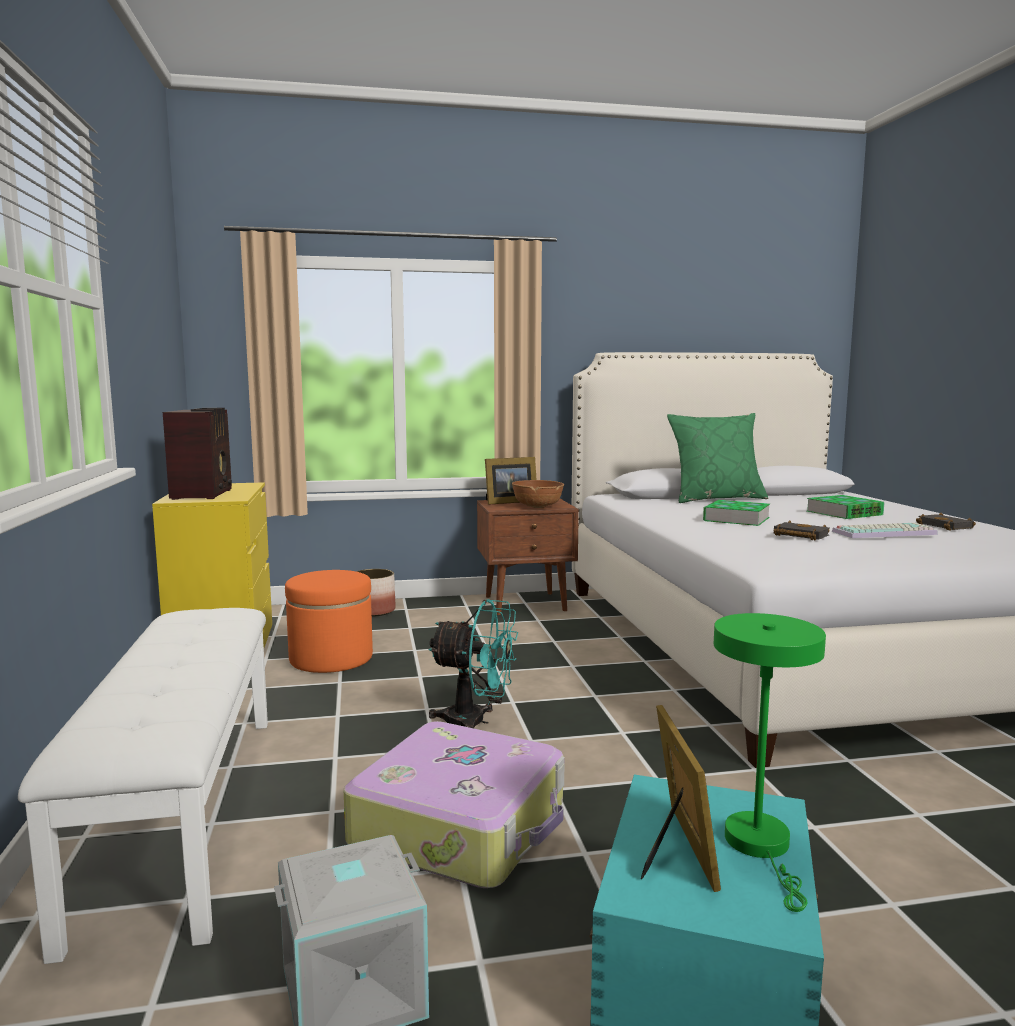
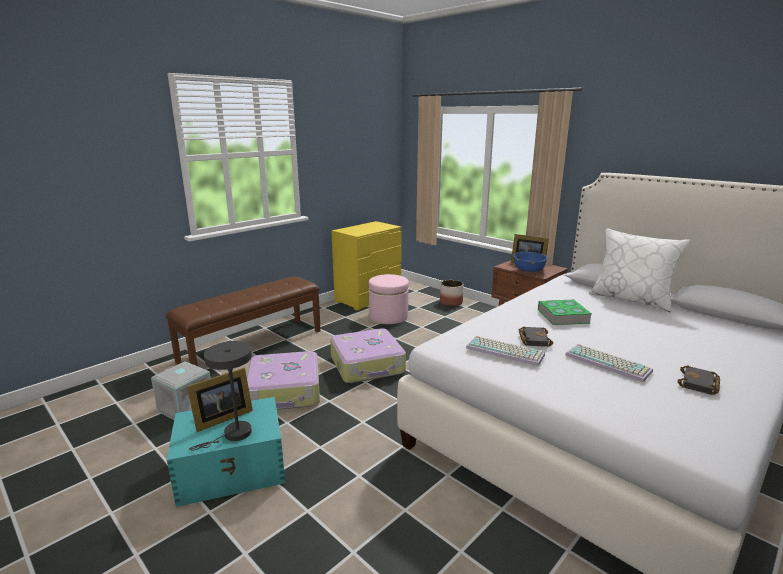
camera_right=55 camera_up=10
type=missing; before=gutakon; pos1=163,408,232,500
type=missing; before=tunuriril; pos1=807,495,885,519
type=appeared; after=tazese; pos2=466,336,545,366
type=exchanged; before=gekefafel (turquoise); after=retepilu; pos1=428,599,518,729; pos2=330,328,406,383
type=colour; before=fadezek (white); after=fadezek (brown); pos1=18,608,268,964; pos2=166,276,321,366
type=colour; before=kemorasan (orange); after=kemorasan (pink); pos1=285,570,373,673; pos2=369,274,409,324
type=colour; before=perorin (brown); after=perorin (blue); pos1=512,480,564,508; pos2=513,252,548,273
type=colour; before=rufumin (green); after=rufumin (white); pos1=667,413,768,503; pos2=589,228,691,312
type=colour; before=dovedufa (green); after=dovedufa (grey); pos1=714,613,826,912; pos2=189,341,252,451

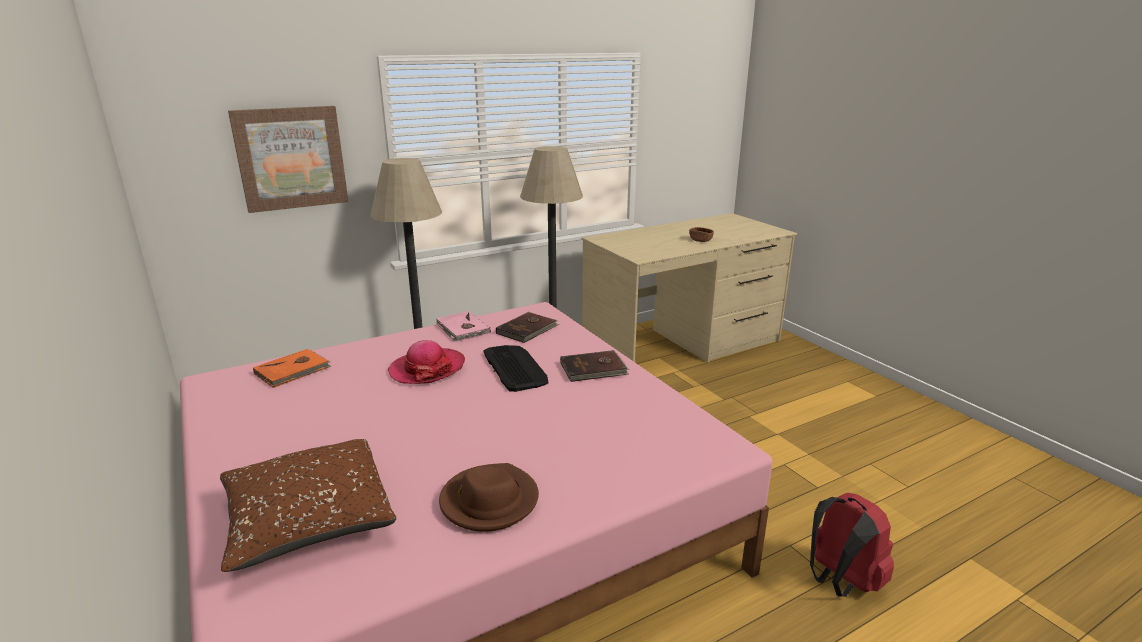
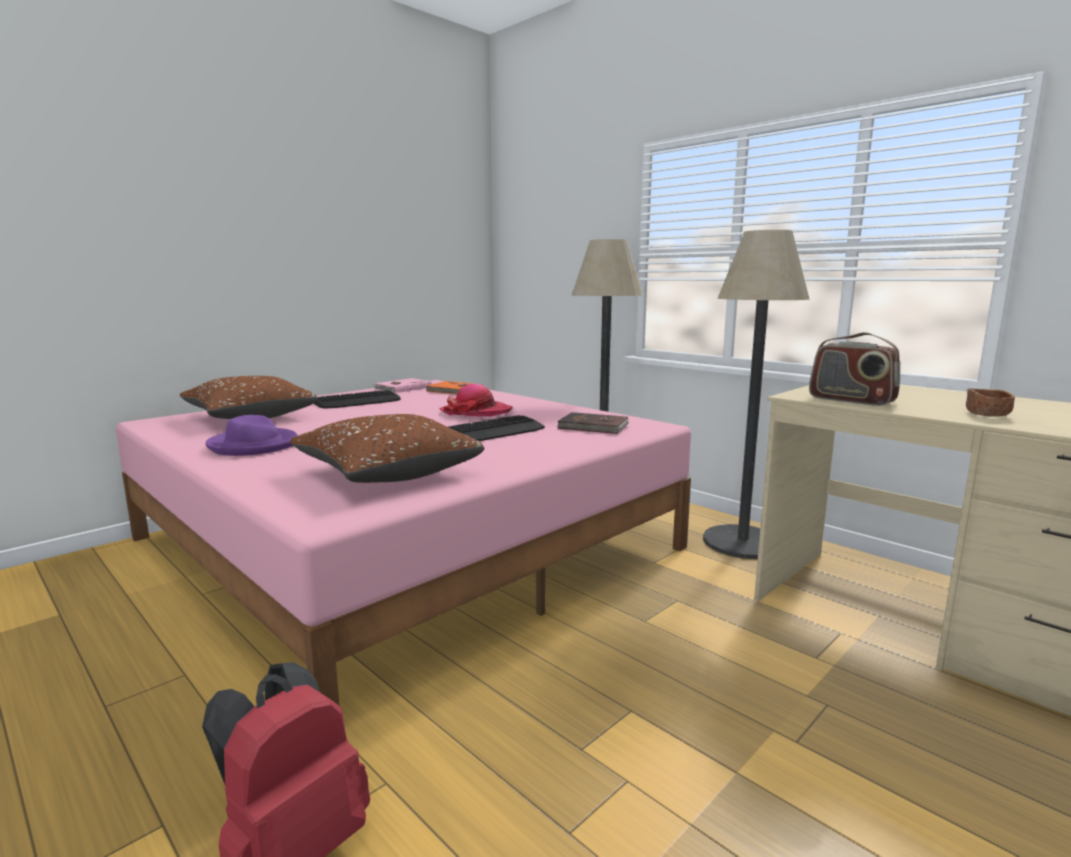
camera_right=75 camera_up=-10
type=missing; before=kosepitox; pos1=228,106,349,213
type=missing; before=tunuriril (brown); pos1=560,350,629,382
type=appeared; after=rufumin (brown); pos2=290,414,485,483
type=appeared; after=tazese; pos2=314,390,401,409
type=appeared; after=gutakon; pos2=809,332,900,406
type=relocated; before=tunuriril (pink); pos1=436,311,491,342; pos2=374,378,432,393
type=colour; before=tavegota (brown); after=tavegota (purple); pos1=439,463,539,532; pos2=205,415,298,456

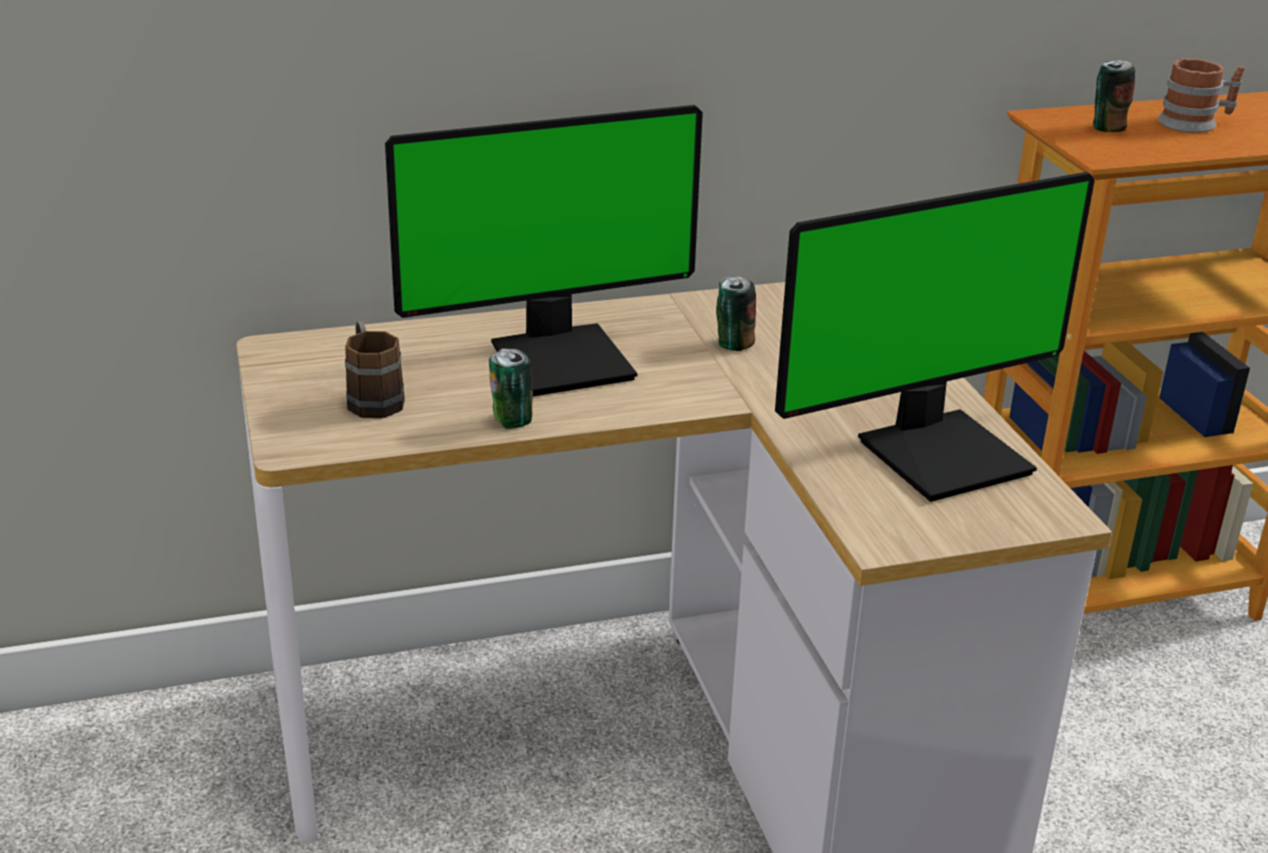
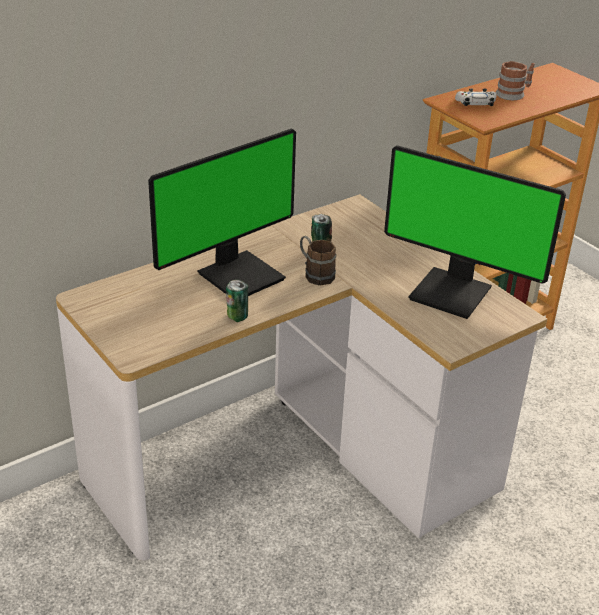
camera_right=-20 camera_up=5
type=relocated; before=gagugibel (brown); pos1=345,321,405,418; pos2=300,236,336,286
type=exchanged; before=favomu; after=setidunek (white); pos1=1093,60,1135,132; pos2=455,88,496,106
type=spun; before=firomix; pos1=775,172,1095,502; pos2=384,145,566,319; turn=75

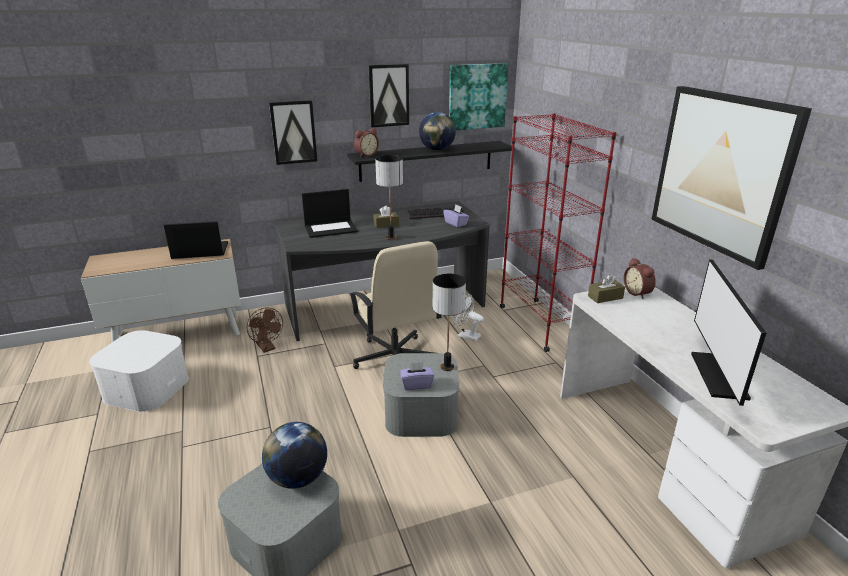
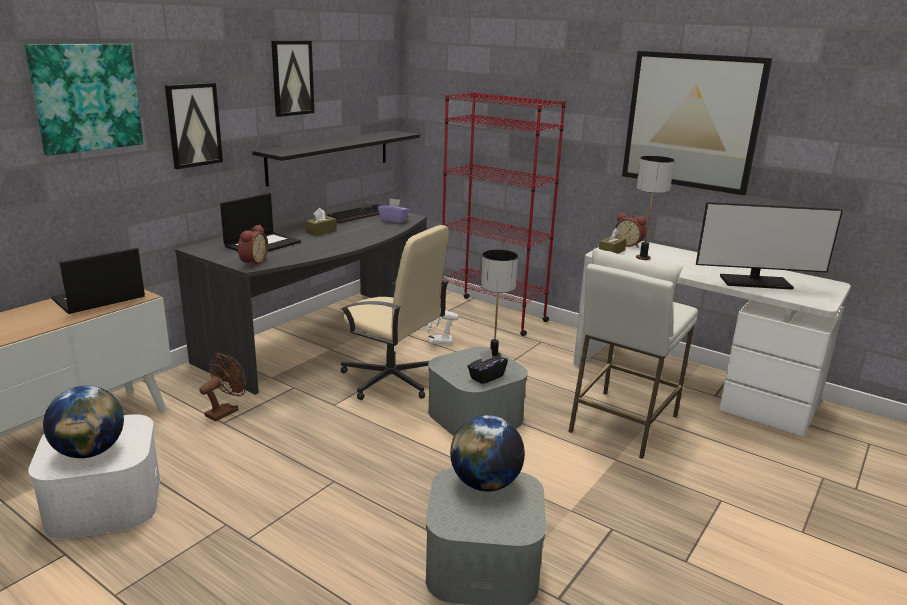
camera_right=-35 camera_up=-5
type=appeared; after=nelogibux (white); pos2=568,248,698,459
type=relocated; before=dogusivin; pos1=354,128,379,157; pos2=238,225,268,267
type=relocated; before=dovedufa; pos1=375,155,403,240; pos2=636,156,675,260
type=relocated; before=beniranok; pos1=419,112,456,151; pos2=43,385,124,458
type=relocated; before=kosepitox; pos1=449,63,509,130; pos2=25,44,144,156
type=colour; before=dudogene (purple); after=dudogene (black); pos1=400,362,434,390; pos2=467,349,508,384
type=spun; before=gekefafel (brown); pos1=247,308,283,353; pos2=199,353,246,421; turn=-75
type=spun; before=firomix; pos1=691,259,766,406; pos2=696,202,843,290; turn=-60

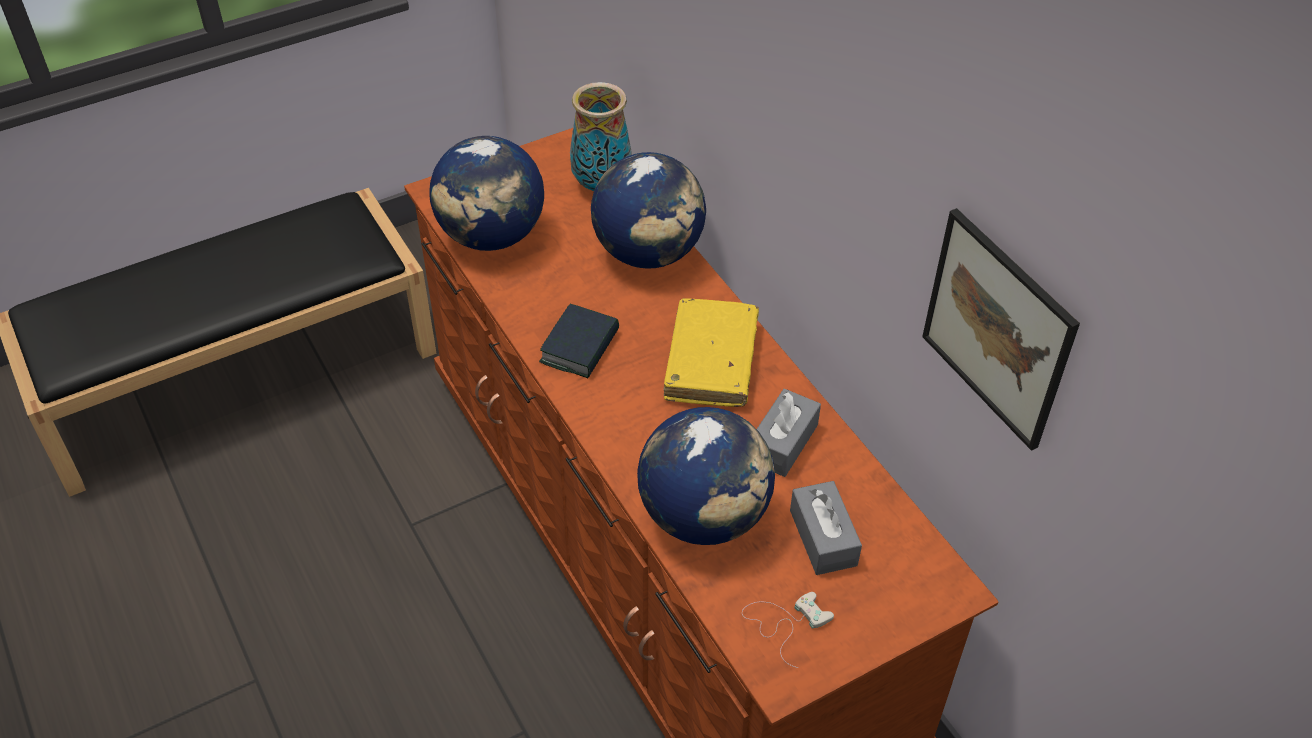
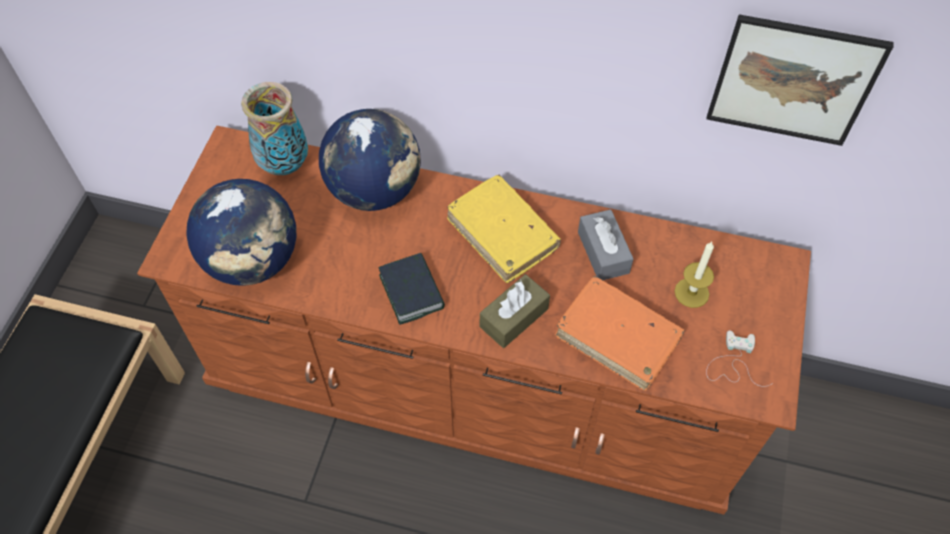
camera_right=-45 camera_up=10
type=appeared; after=dudogene (brown); pos2=480,274,550,348
type=exchanged; before=beniranok; after=tunuriril (orange); pos1=637,407,775,545; pos2=555,276,685,391
type=exchanged; before=dudogene (grey); after=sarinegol; pos1=790,481,862,575; pos2=674,242,714,308

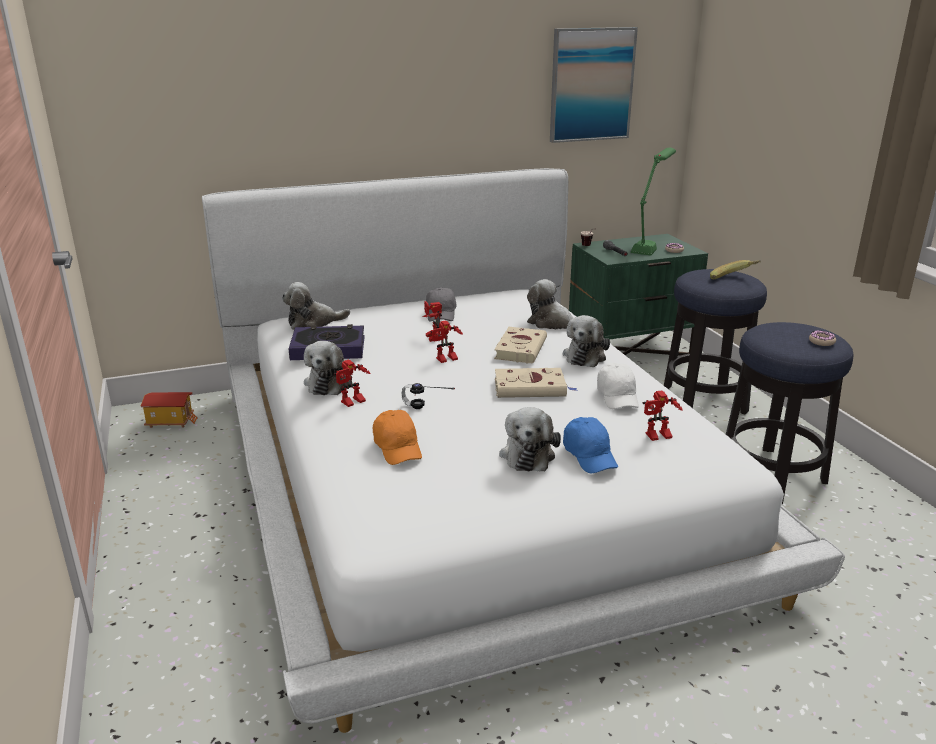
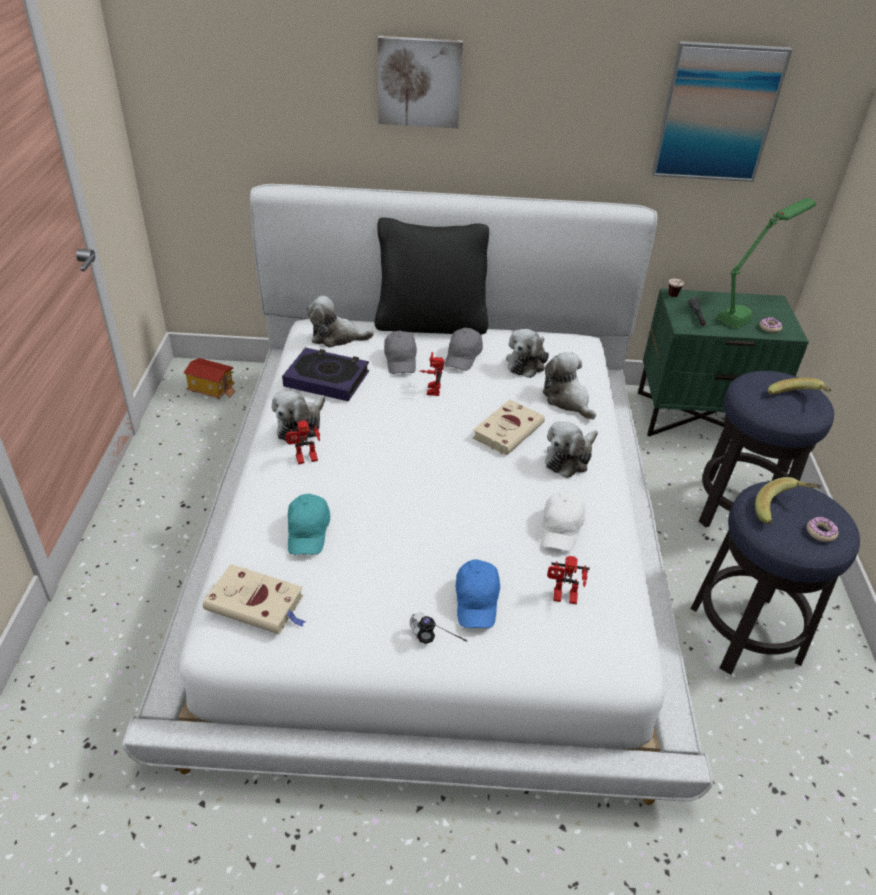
camera_right=20 camera_up=15
type=missing; before=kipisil; pos1=431,320,463,363
type=appeared; after=rufumin (black); pos2=375,217,489,334
type=appeared; after=kosepitox; pos2=378,36,463,128
type=appeared; after=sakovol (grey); pos2=384,331,417,374
type=appeared; after=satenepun; pos2=755,477,822,524
type=relocated; before=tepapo; pos1=401,383,455,409; pos2=410,612,468,644
type=relocated; before=tunuriril (beige); pos1=495,368,577,398; pos2=203,564,306,634
type=relocated; before=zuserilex; pos1=499,407,561,471; pos2=506,329,549,378
type=colour; before=sakovol (orange); after=sakovol (turquoise); pos1=373,410,422,465; pos2=288,494,330,555

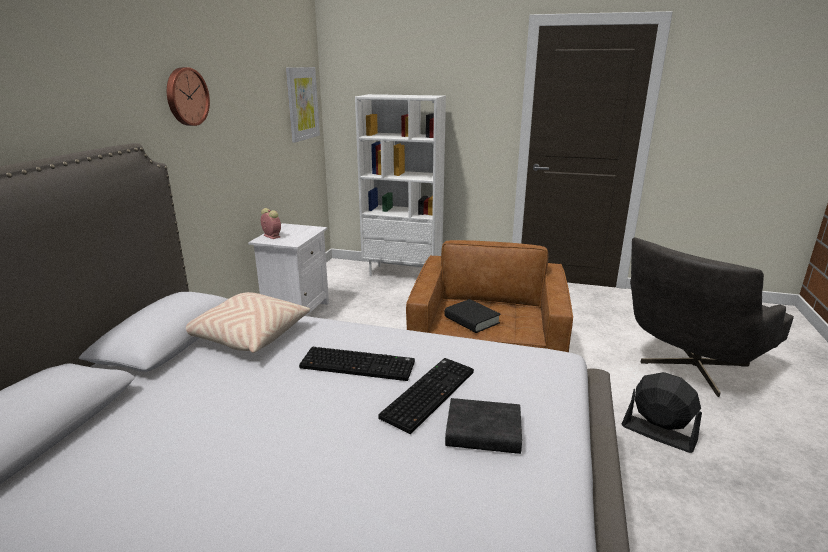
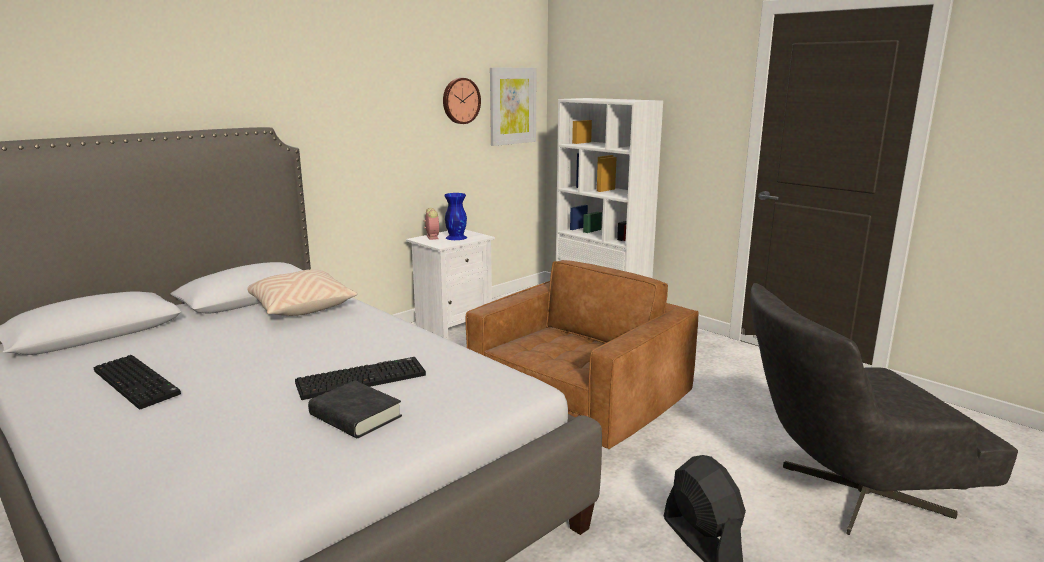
camera_right=30 camera_up=-5
type=missing; before=tunuriril (black); pos1=444,299,501,333
type=appeared; after=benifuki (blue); pos2=444,193,467,240
type=relocated; before=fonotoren; pos1=167,67,210,126; pos2=443,78,481,124
type=relocated; before=tazese; pos1=299,347,415,381; pos2=93,355,181,410

